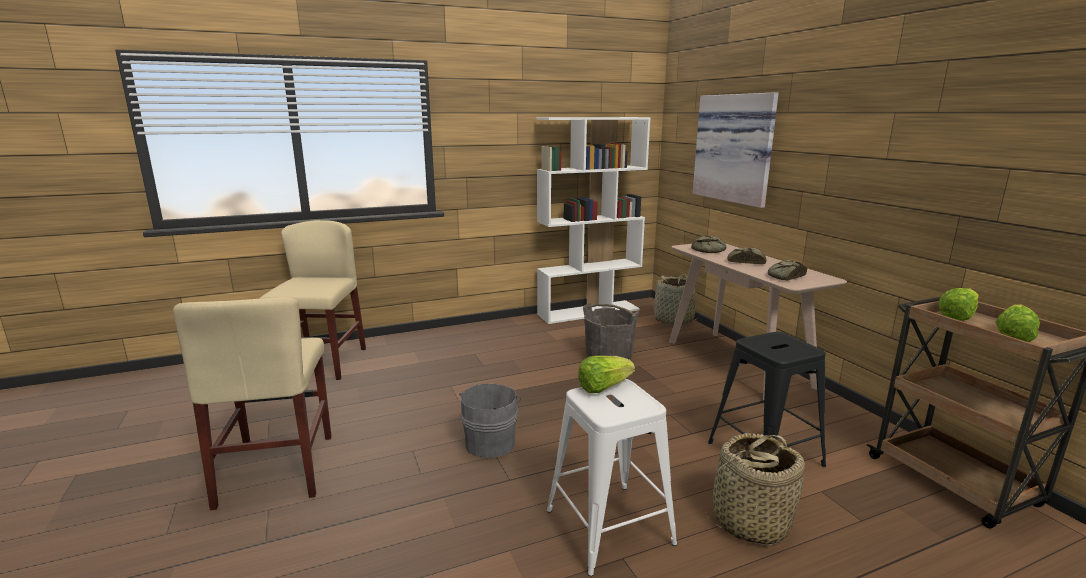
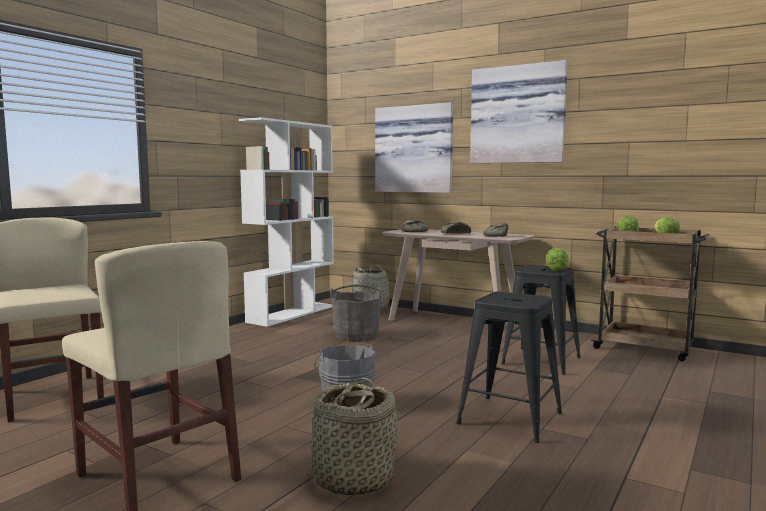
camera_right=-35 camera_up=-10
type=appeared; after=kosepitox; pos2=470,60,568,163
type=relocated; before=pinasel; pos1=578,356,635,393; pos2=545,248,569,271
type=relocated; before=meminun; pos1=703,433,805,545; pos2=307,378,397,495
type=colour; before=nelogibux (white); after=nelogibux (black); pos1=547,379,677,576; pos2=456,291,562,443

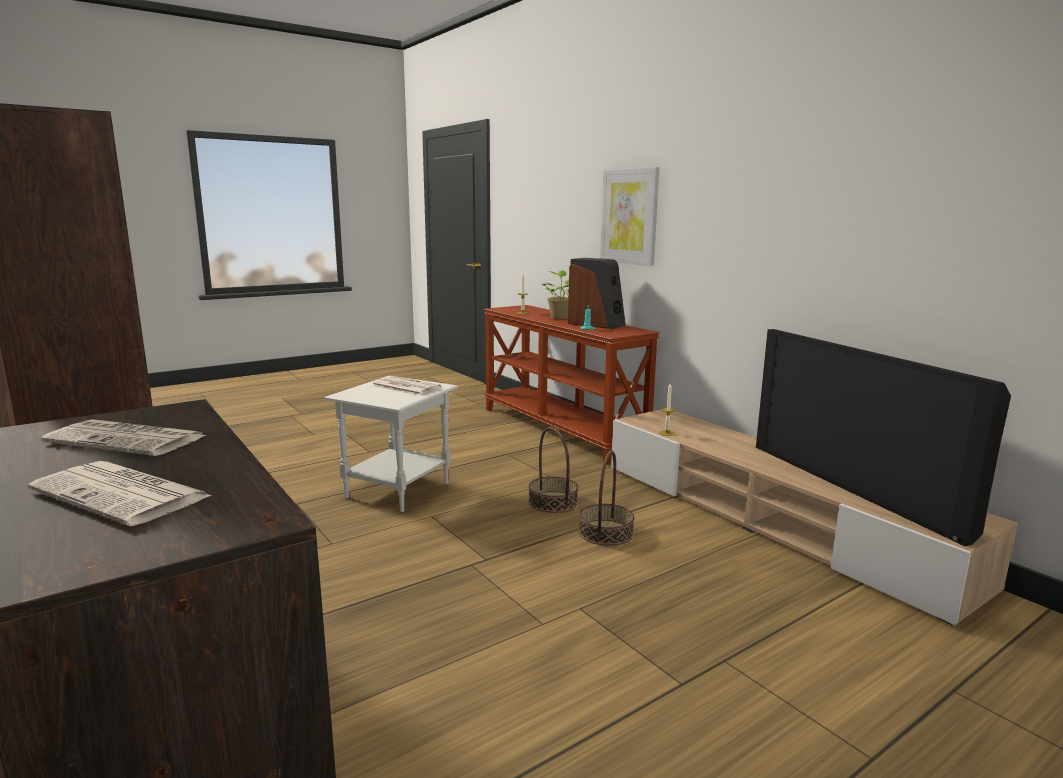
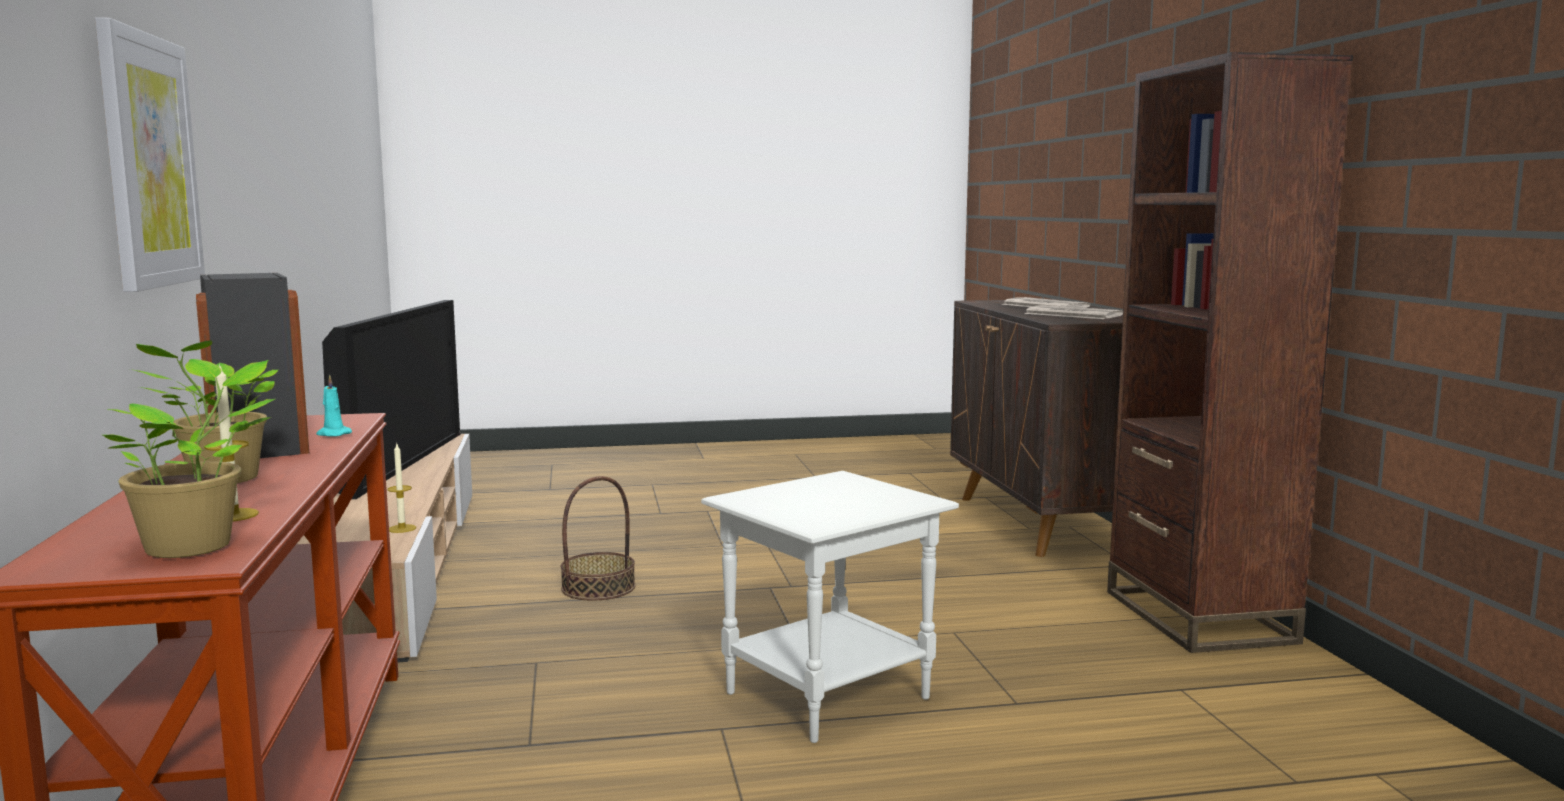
camera_right=-155 camera_up=-5
type=missing; before=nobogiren; pos1=372,376,441,396
type=missing; before=meminun; pos1=528,427,578,513
type=appeared; after=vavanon; pos2=103,359,275,558

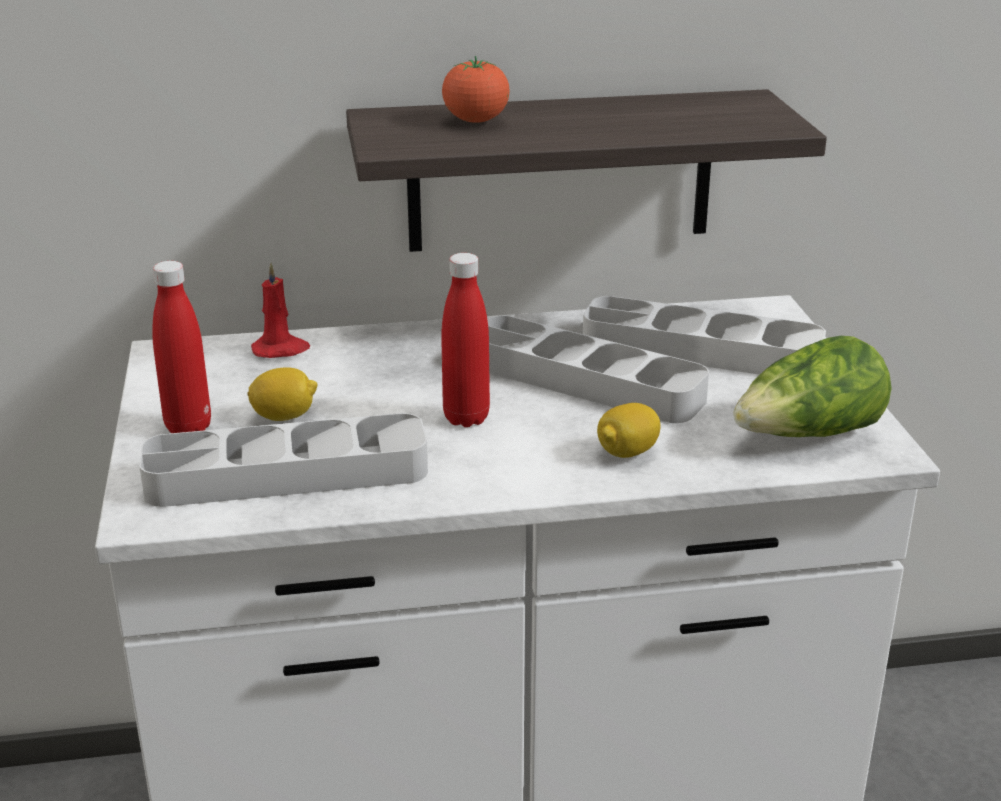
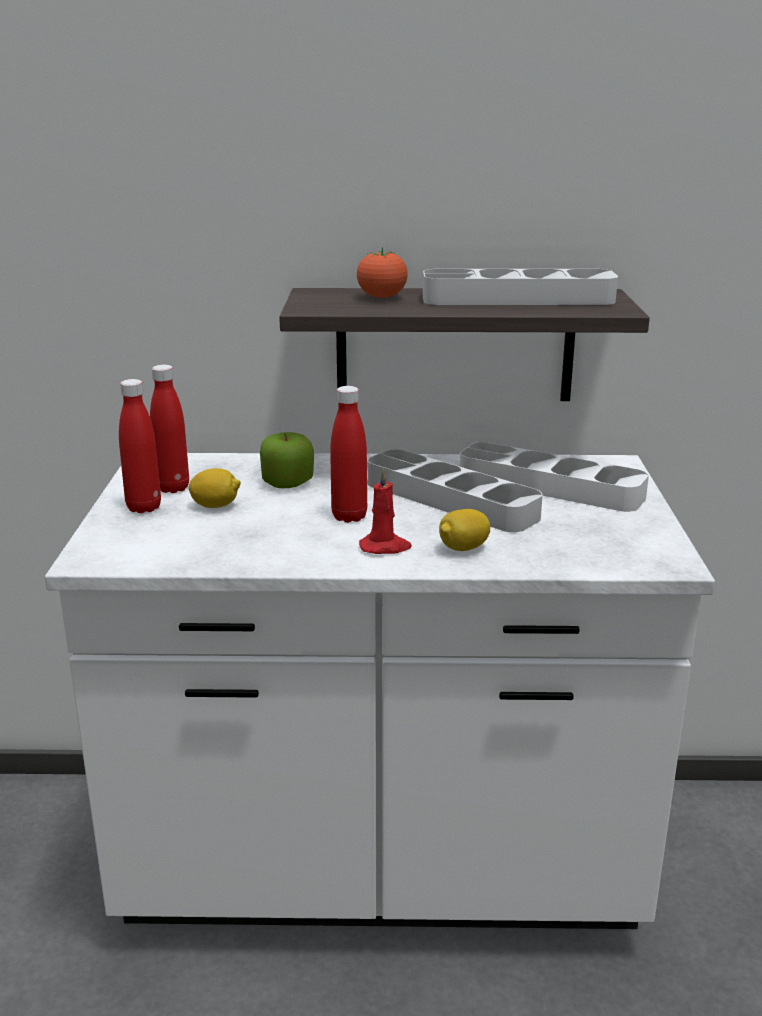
camera_right=10 camera_up=-5
type=missing; before=pinasel; pos1=733,336,892,437
type=appeared; after=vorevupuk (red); pos2=150,365,189,493
type=appeared; after=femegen; pos2=260,432,314,488
type=relocated; before=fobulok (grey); pos1=139,413,428,507; pos2=423,269,618,305
type=relocated; before=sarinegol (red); pos1=251,263,310,358; pos2=359,468,412,554

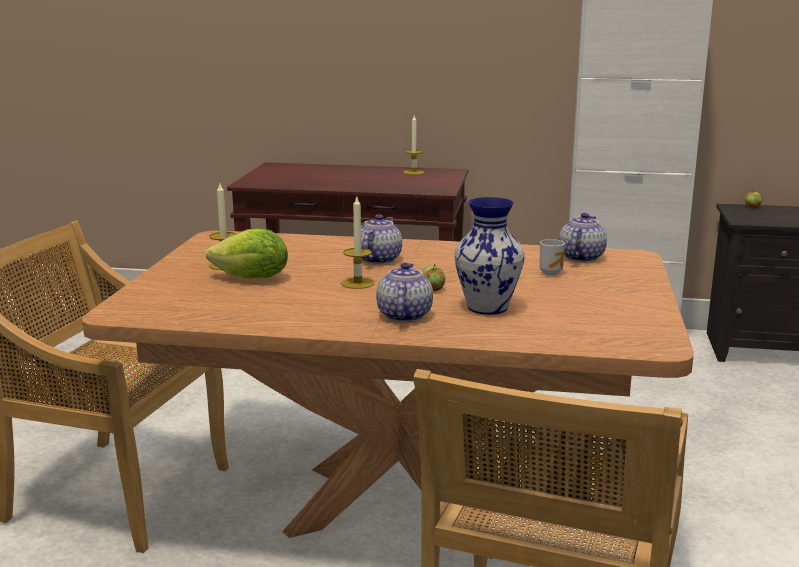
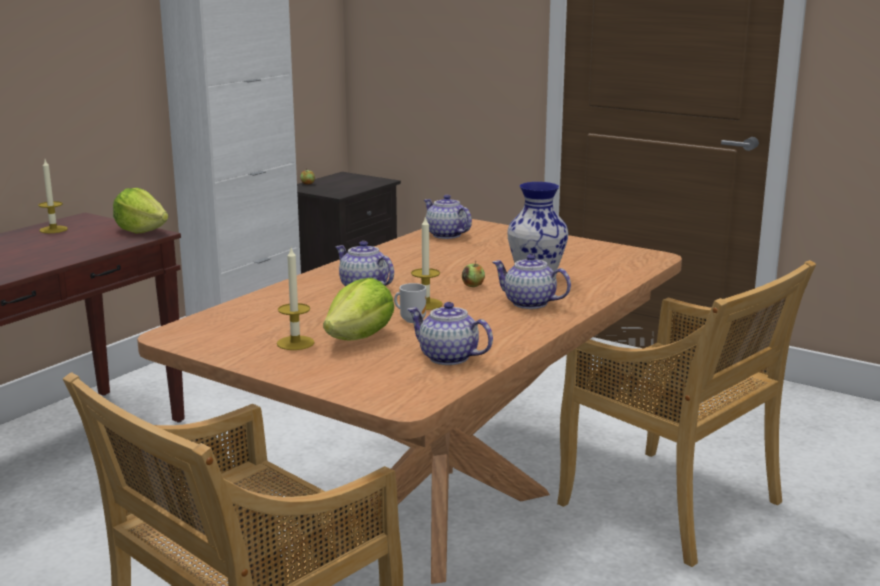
camera_right=-65 camera_up=0
type=appeared; after=pinasel; pos2=113,188,169,234
type=appeared; after=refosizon; pos2=407,302,493,365
type=relocated; before=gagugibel; pos1=539,239,565,276; pos2=394,283,426,323

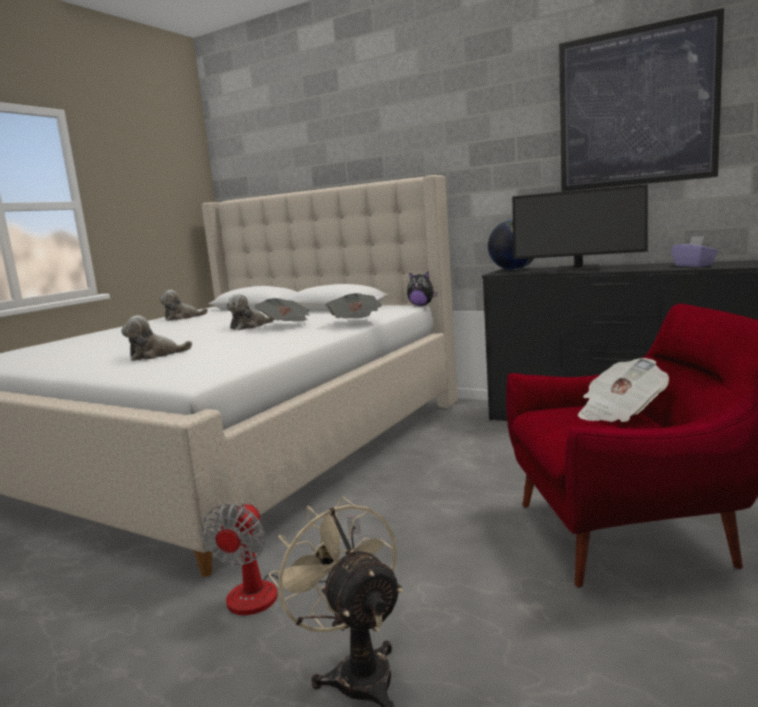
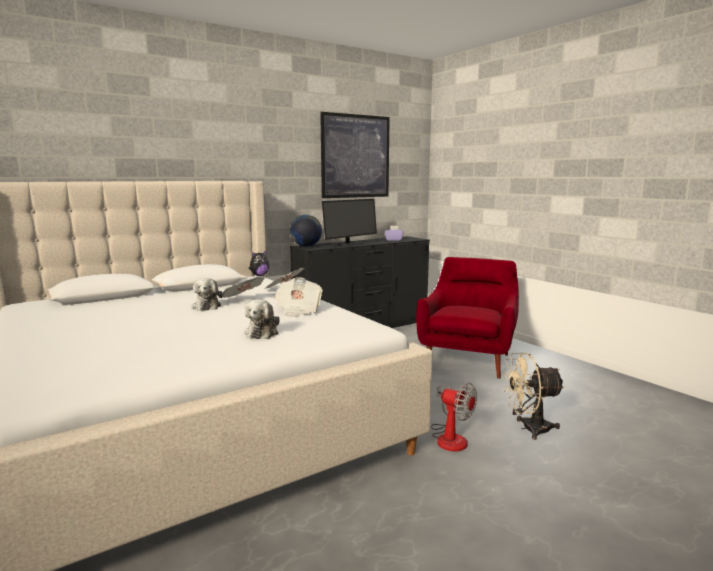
camera_right=-65 camera_up=0
type=missing; before=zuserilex; pos1=159,290,208,321
type=relocated; before=nobogiren; pos1=578,358,669,422; pos2=274,277,323,317

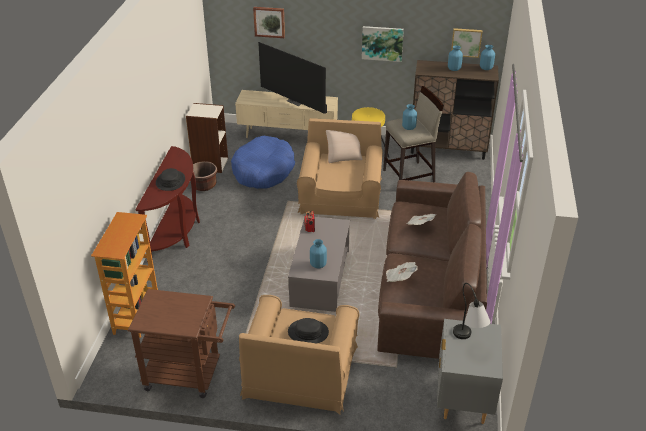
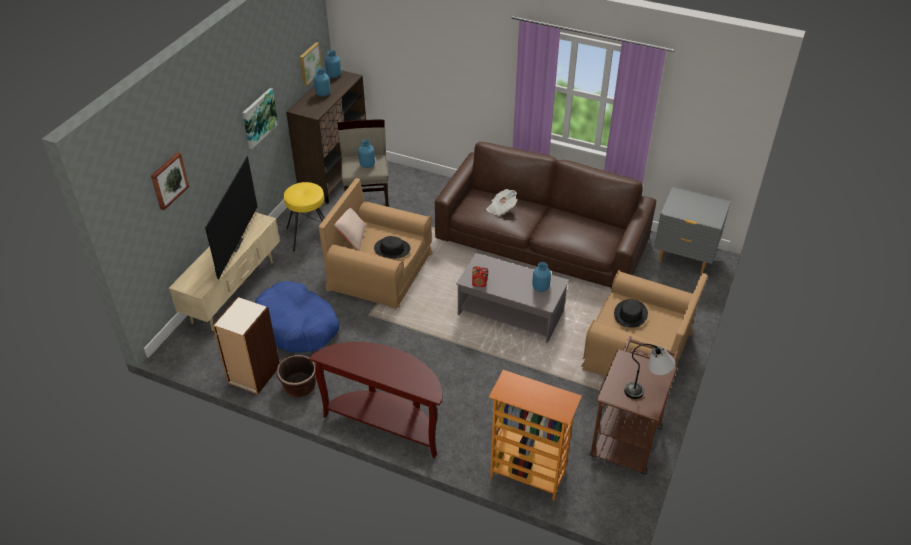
camera_right=-75 camera_up=5
type=missing; before=nobogiren; pos1=386,262,418,282
type=relocated; before=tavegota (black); pos1=156,168,185,191; pos2=374,236,410,259
type=relocated; before=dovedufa; pos1=453,283,490,339; pos2=624,344,675,399
type=spun; before=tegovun; pos1=258,42,327,114; pos2=205,156,258,279; turn=-45

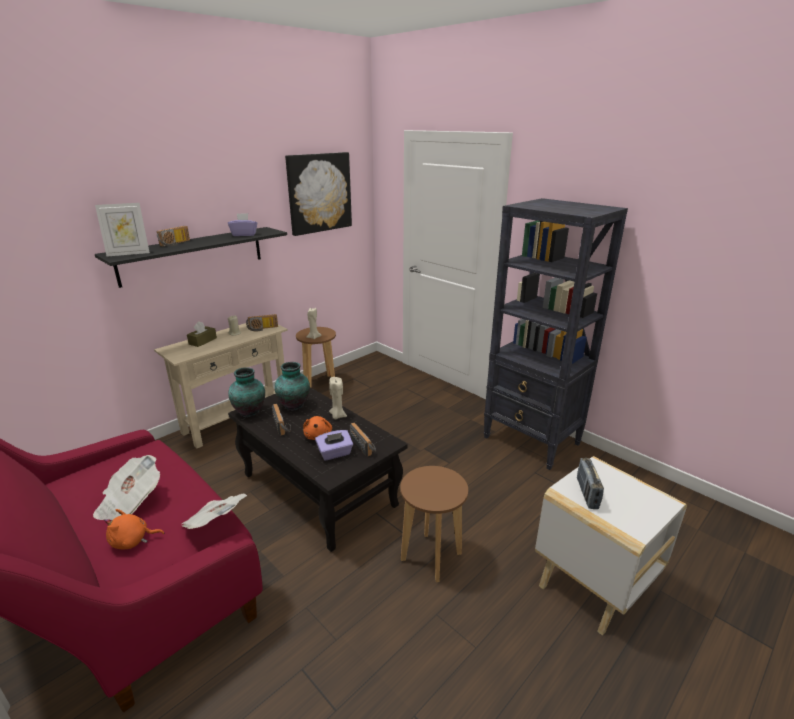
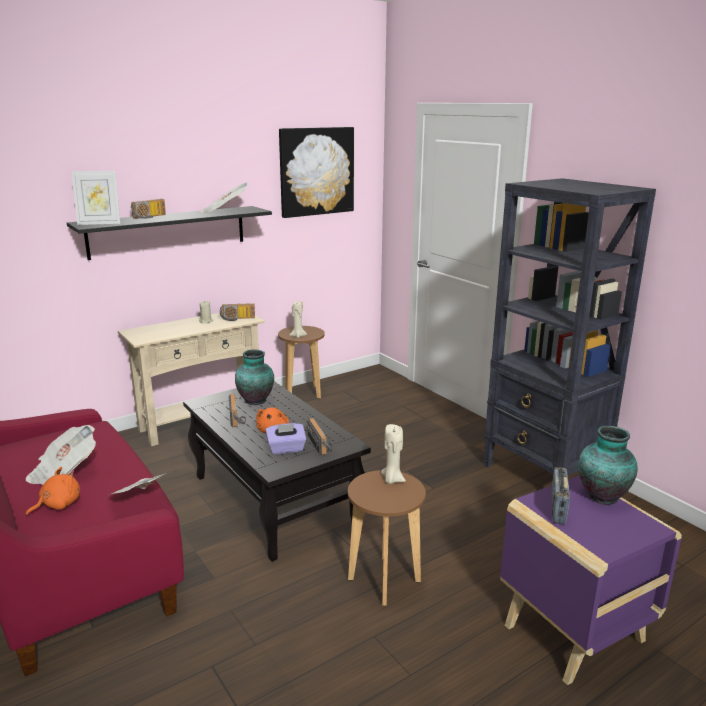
camera_right=10 camera_up=-5
type=missing; before=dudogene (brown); pos1=187,321,217,347
type=relocated; before=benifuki; pos1=228,367,265,418; pos2=579,426,638,505
type=relocated; before=sarinegol (beige); pos1=329,377,347,419; pos2=381,424,406,484
type=exchanged; before=dudogene (purple); after=nobogiren; pos1=228,213,257,236; pos2=200,182,249,213
type=colour; before=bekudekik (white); after=bekudekik (purple); pos1=535,456,687,636; pos2=500,476,682,685
type=spun; before=zuserilex (orange); pos1=104,509,164,549; pos2=26,467,80,516; turn=135

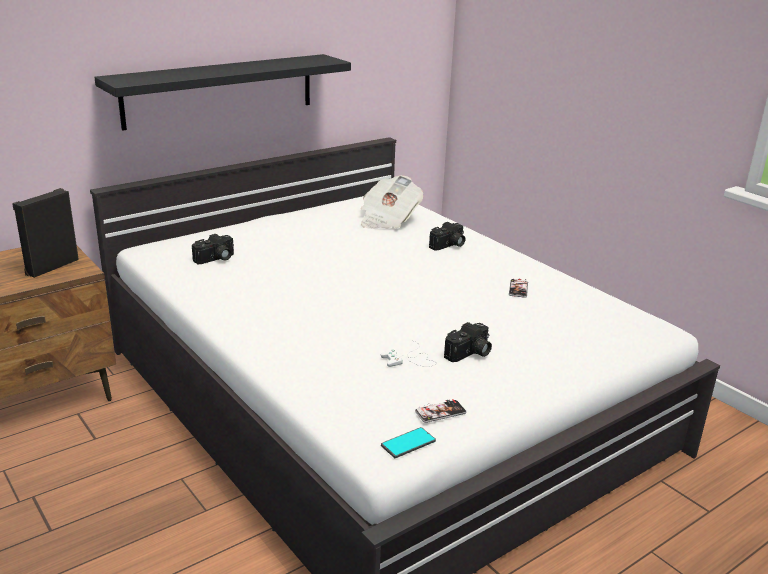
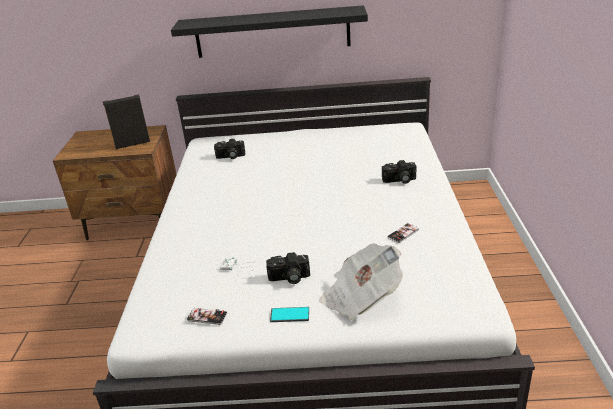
camera_right=40 camera_up=5
type=relocated; before=nobogiren; pos1=361,175,423,229; pos2=320,243,403,320
type=relocated; before=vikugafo; pos1=381,427,436,458; pos2=270,307,309,322

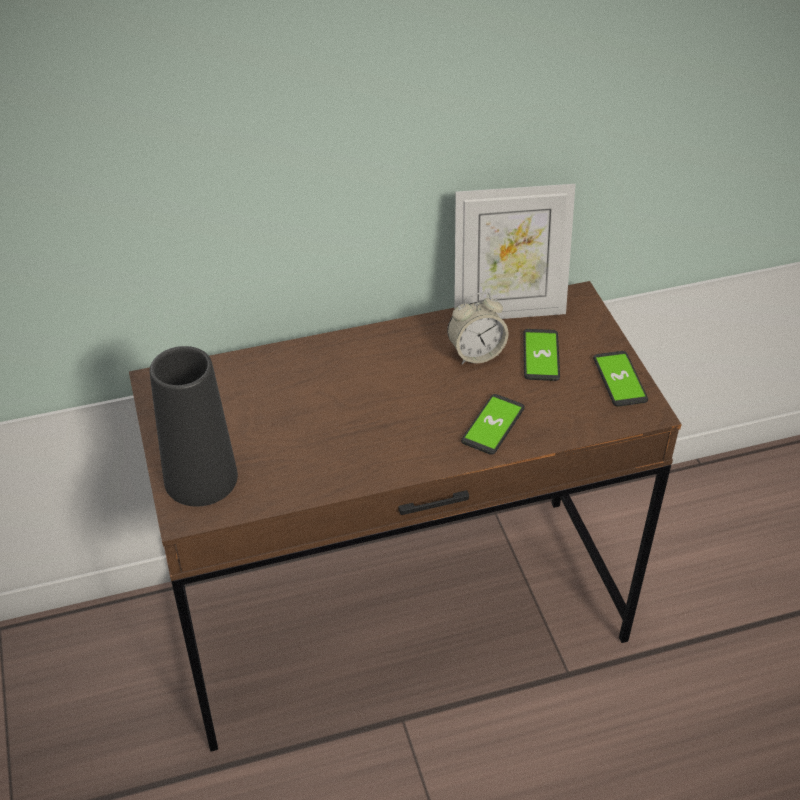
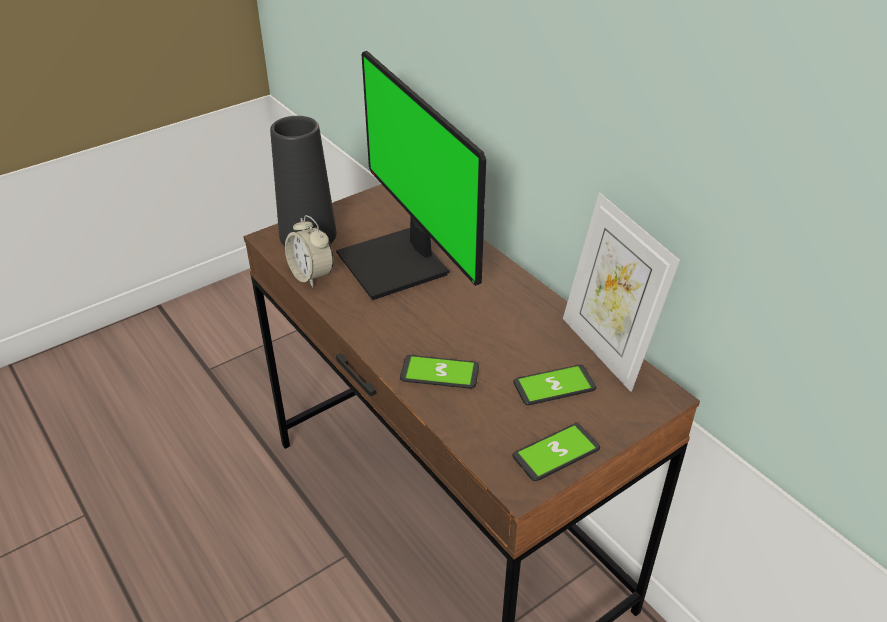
camera_right=70 camera_up=-5
type=appeared; after=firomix; pos2=336,51,486,300
type=relocated; before=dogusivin; pos1=447,292,509,364; pos2=285,215,333,287

